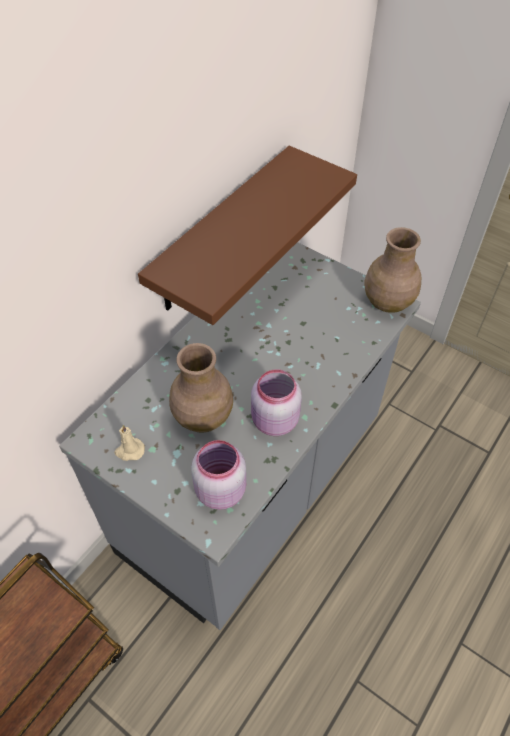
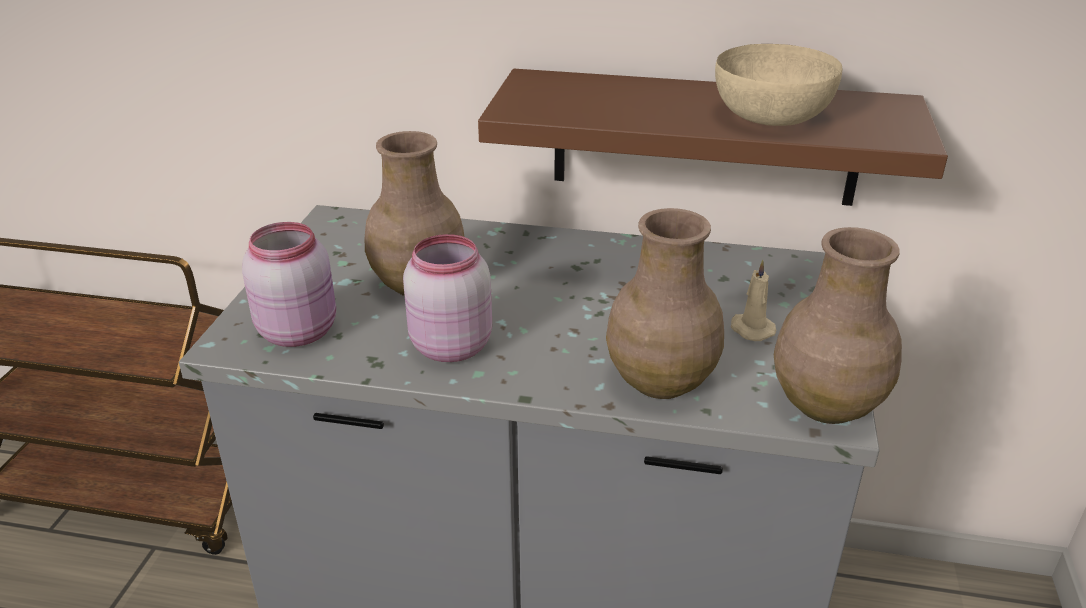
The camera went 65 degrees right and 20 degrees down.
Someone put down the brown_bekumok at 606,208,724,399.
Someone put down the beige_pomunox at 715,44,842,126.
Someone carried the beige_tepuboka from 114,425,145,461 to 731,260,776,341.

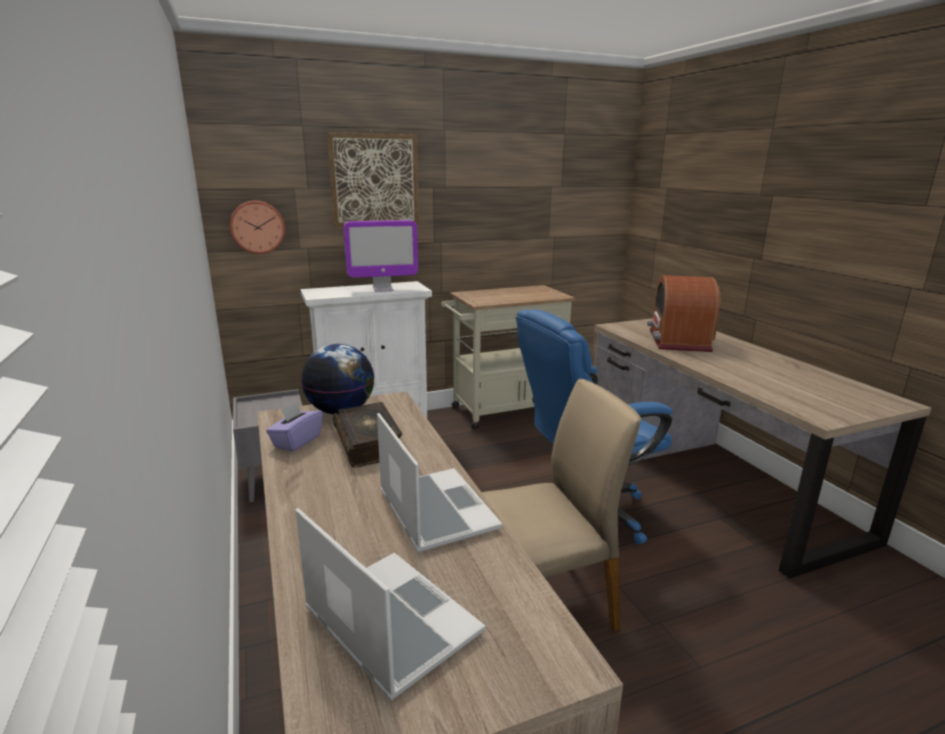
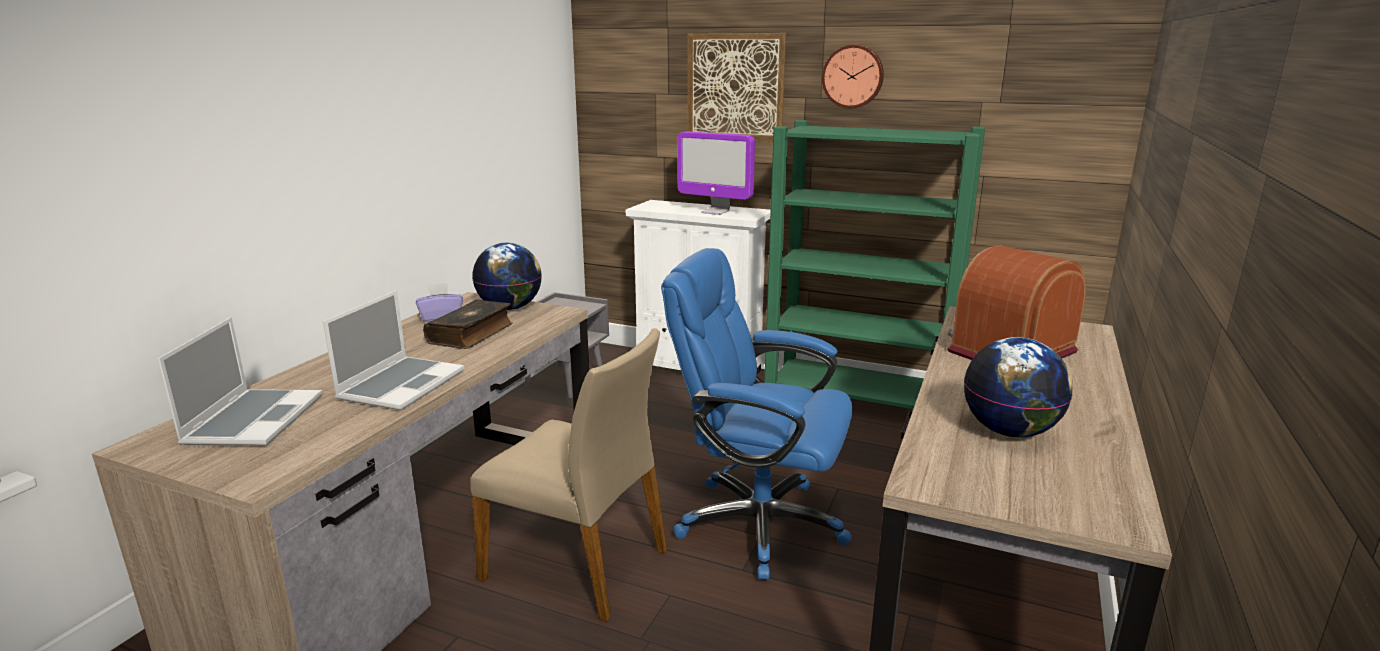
The camera went 45 degrees right and 0 degrees up.
Someone swapped the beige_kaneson at 441,285,575,430 for the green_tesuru at 764,120,985,409.
Someone carried the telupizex from 230,201,285,254 to 822,45,884,108.
Someone put down the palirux at 964,337,1073,437.

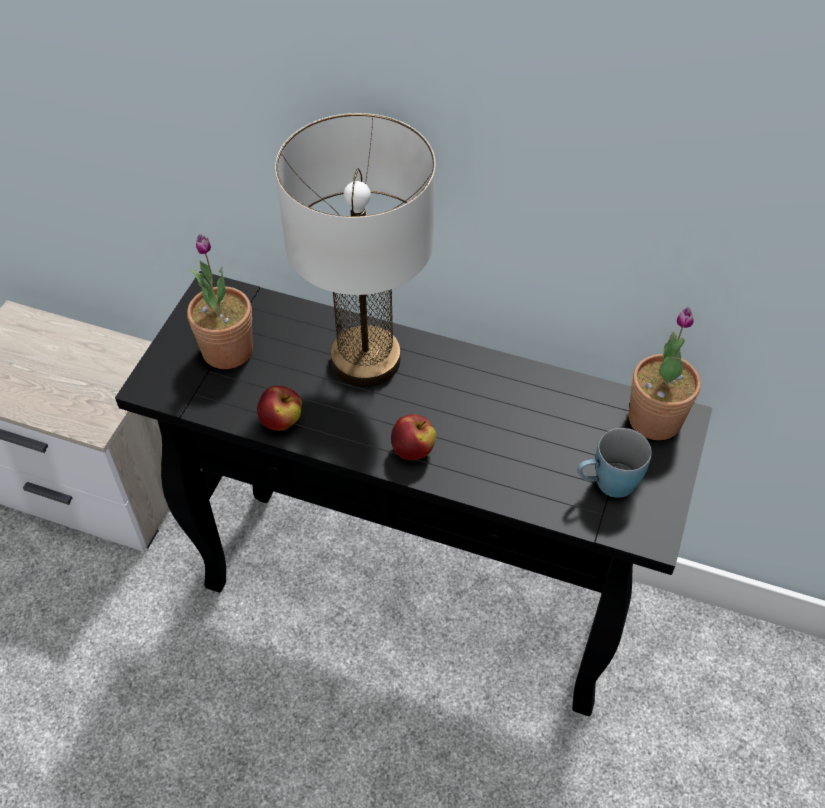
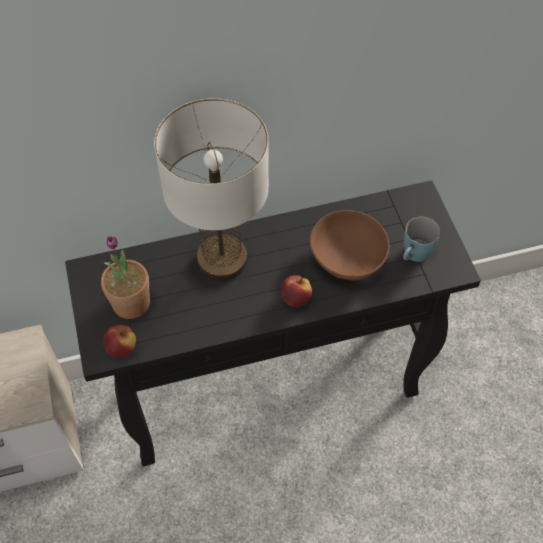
The camera went 35 degrees left and 5 degrees up.
Someone carried the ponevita from 257,386,302,431 to 103,325,136,358.
Someone put down the brown_pomunox at 310,210,389,281.
Someone took away the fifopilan at 628,307,701,440.

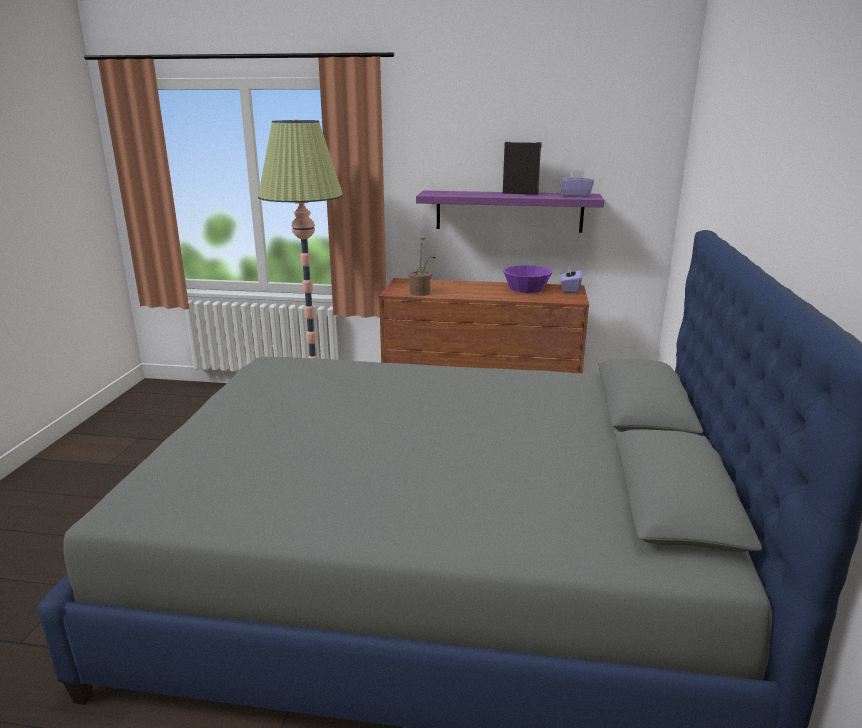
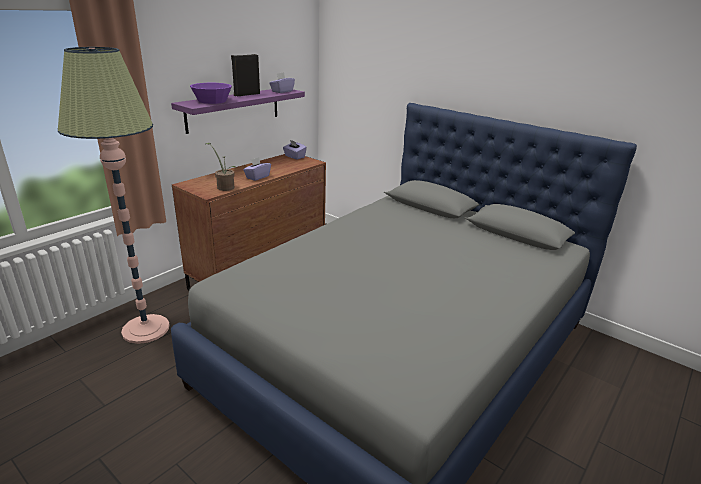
The camera went 60 degrees left and 5 degrees up.
Someone carried the purple_pomunox from 503,265,552,293 to 190,83,232,104.
Someone put down the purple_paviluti at 243,157,271,181.

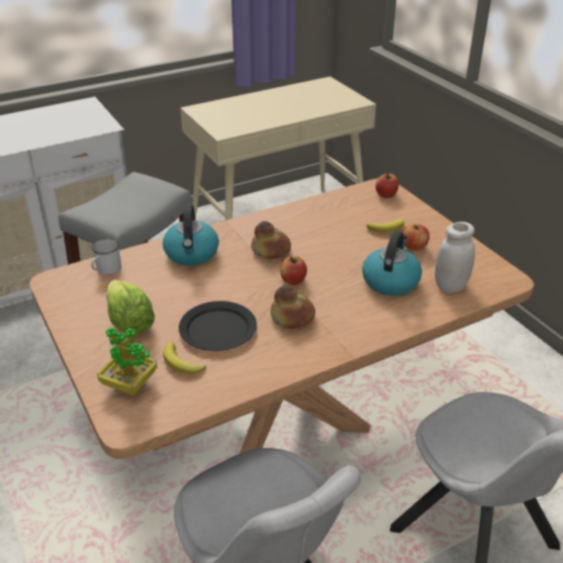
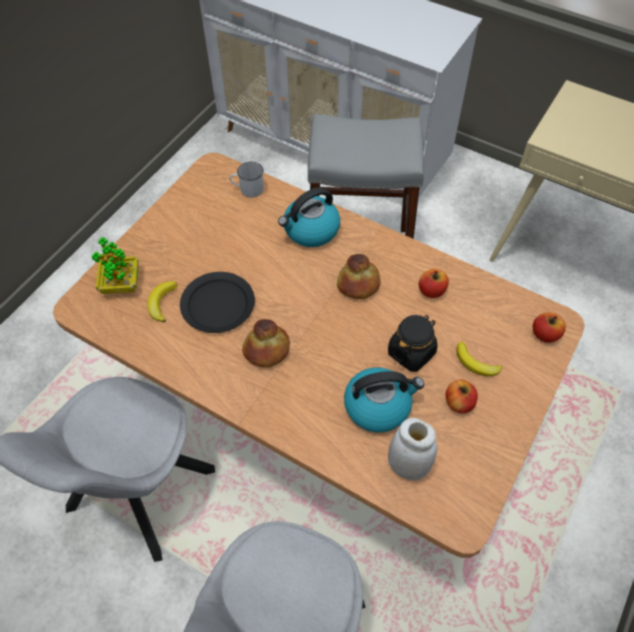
The camera went 60 degrees right and 20 degrees up.
Someone put down the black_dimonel at 388,315,438,372.
Someone carried the ponevita from 280,256,307,285 to 419,269,449,298.
Someone took away the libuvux at 106,280,155,334.

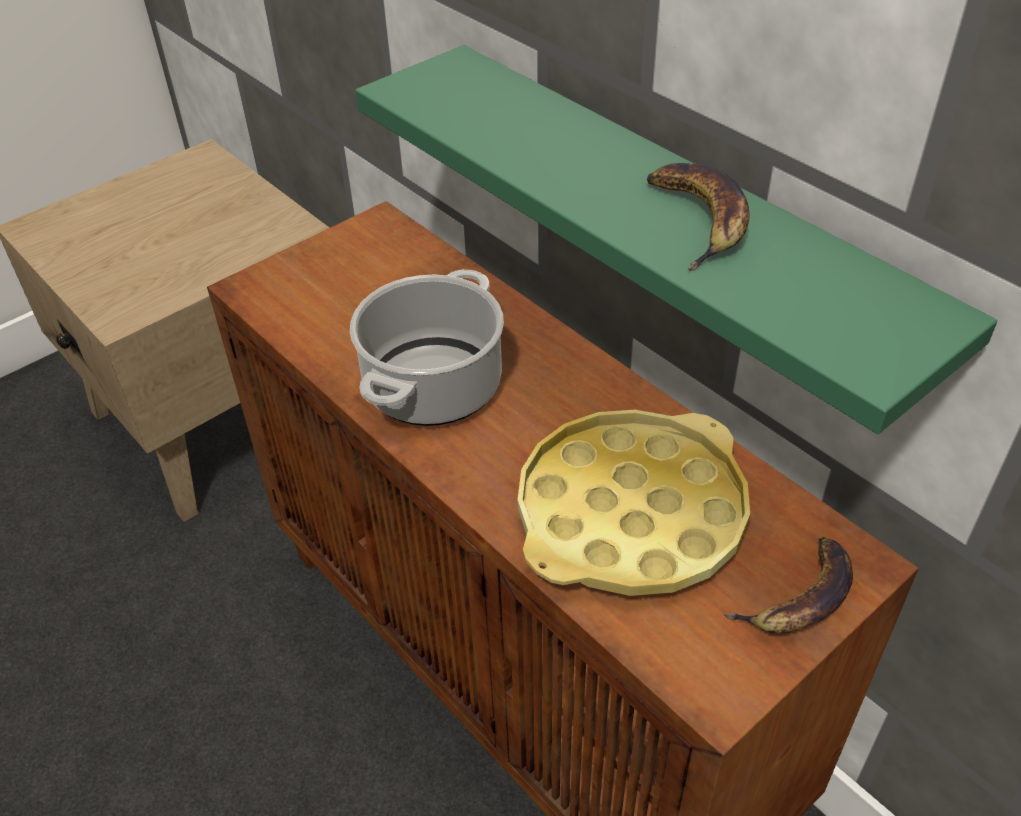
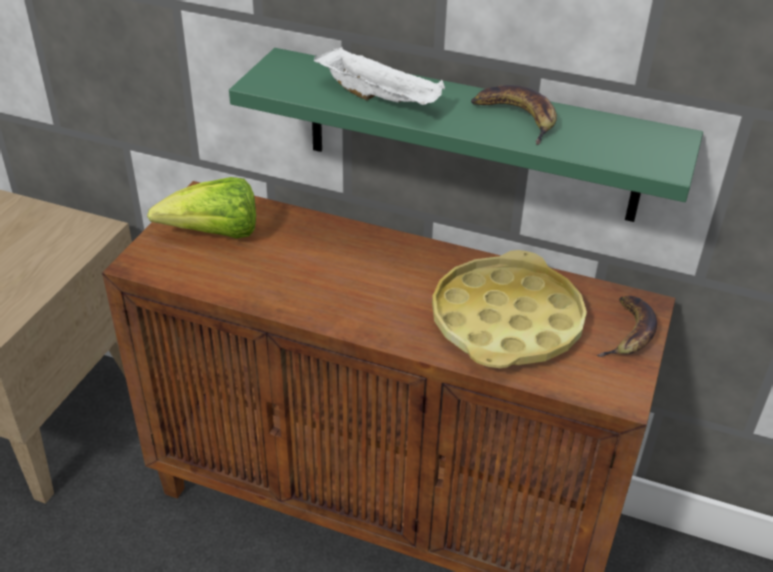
The camera went 30 degrees left and 5 degrees down.
Someone put down the libuvux at 147,177,256,239.
Someone put down the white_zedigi at 314,47,445,105.
Someone took away the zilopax at 350,269,504,426.

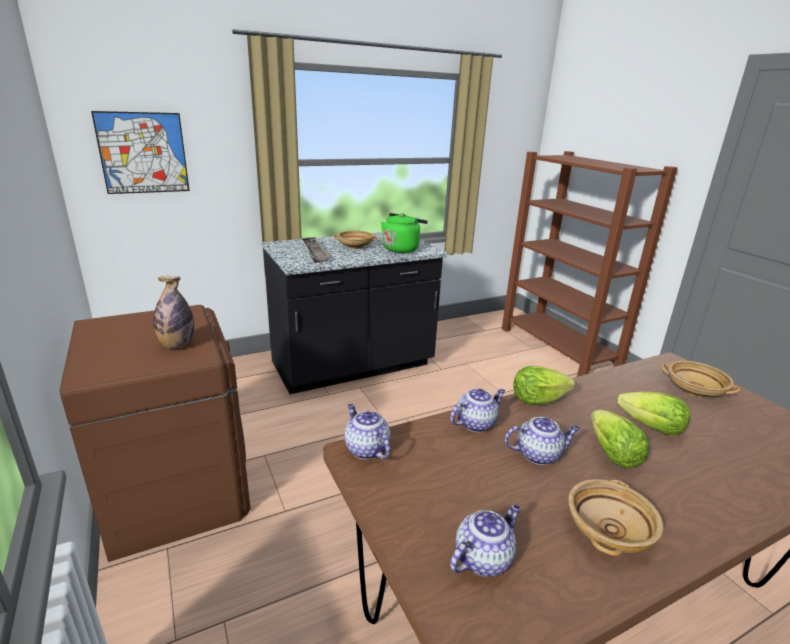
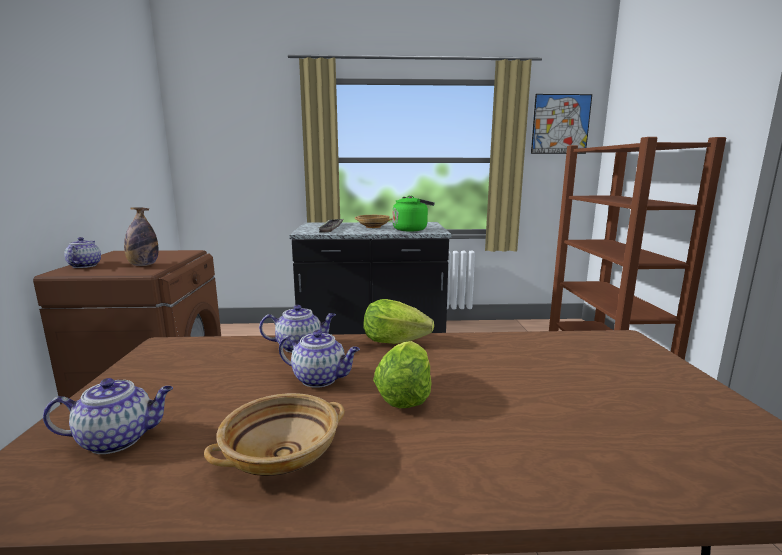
The camera went 25 degrees right and 10 degrees down.
Someone carried the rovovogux from 344,404,391,459 to 64,237,101,268.
Someone carried the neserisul from 91,111,190,194 to 531,94,592,154.
Someone took away the libuvux at 617,392,691,435.
Someone took away the beige_pomunox at 661,360,741,398.

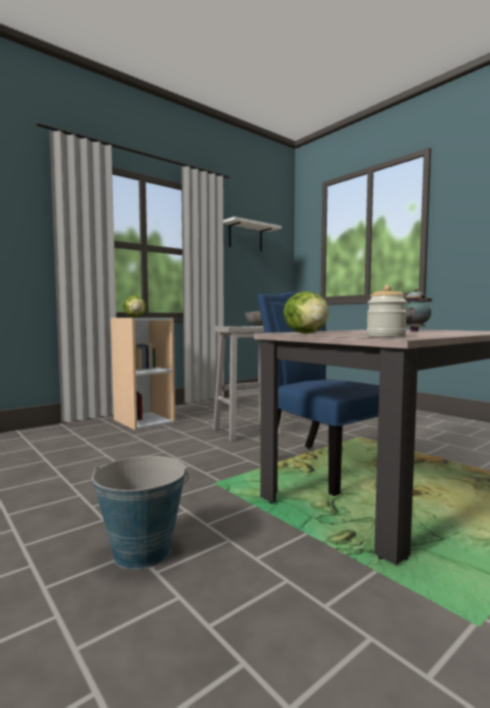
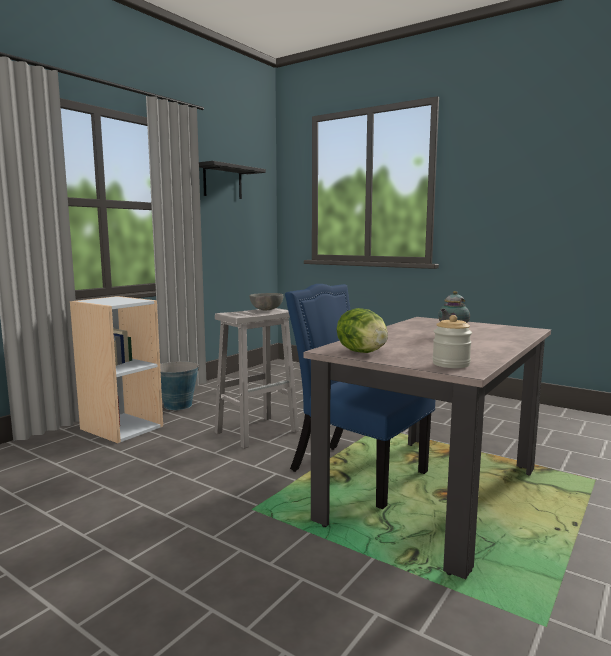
The camera went 15 degrees left and 5 degrees up.
Someone carried the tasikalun from 92,456,188,569 to 160,361,199,410.
Someone repainted the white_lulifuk at 223,217,281,251, which became the black_lulifuk at 199,161,266,199.
Someone took away the libuvux at 123,295,146,317.

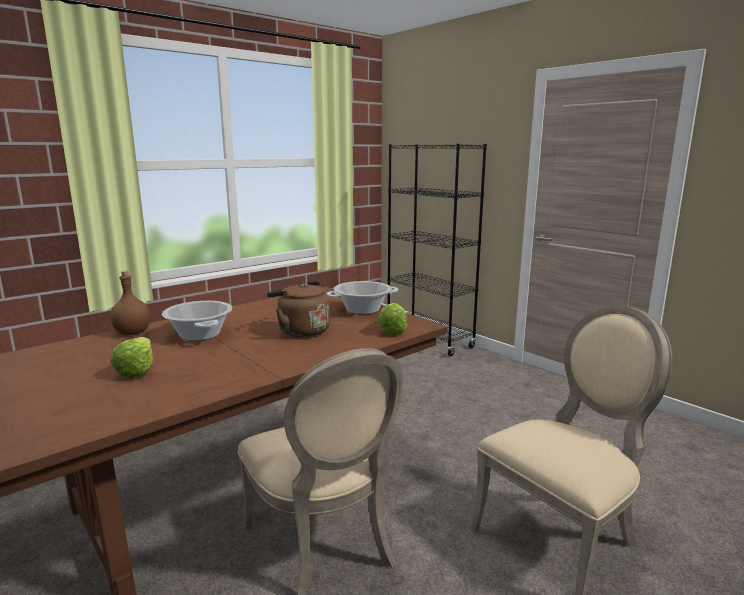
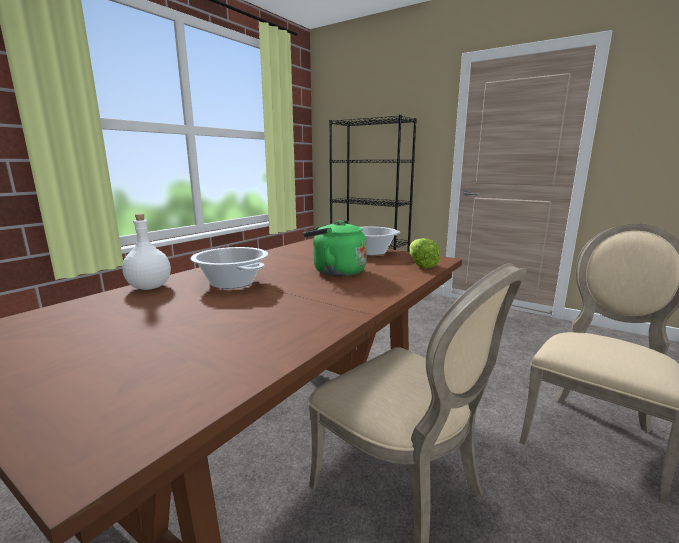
The camera went 15 degrees left and 0 degrees up.
Someone repainted the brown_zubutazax at 110,271,151,335, which became the white_zubutazax at 122,214,171,290.
Someone repainted the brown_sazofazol at 267,281,330,337, which became the green_sazofazol at 303,221,367,276.
Someone took away the libuvux at 110,337,153,378.

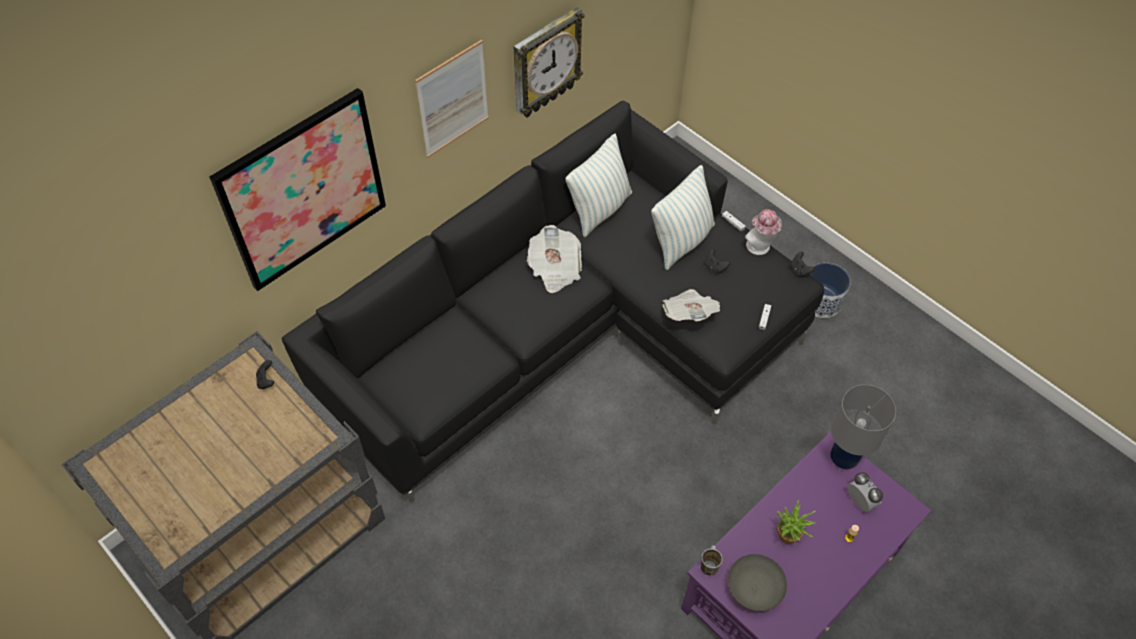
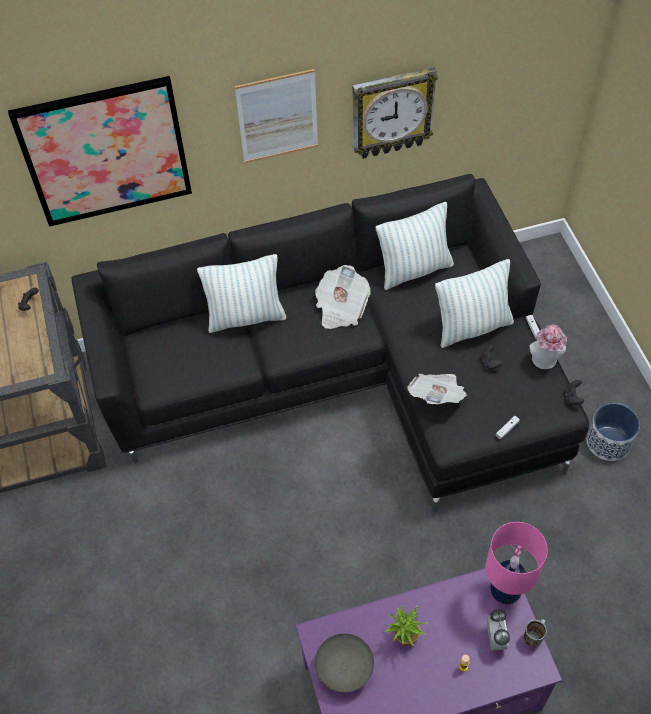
The camera went 30 degrees right and 0 degrees up.
Someone put down the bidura at 197,254,287,333.
Someone repainted the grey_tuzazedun at 830,385,896,470, which became the pink_tuzazedun at 485,522,548,604.
Someone carried the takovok from 701,545,723,576 to 524,619,547,647.

